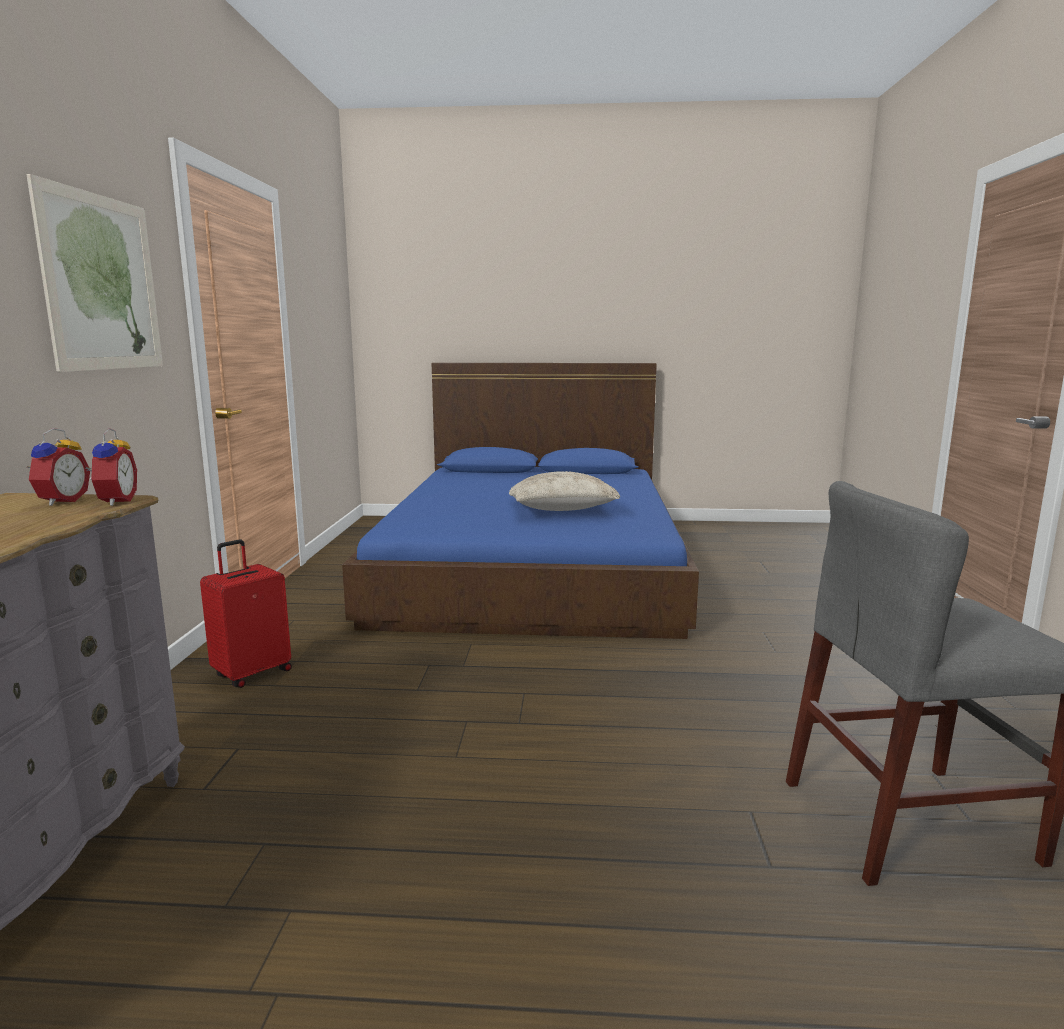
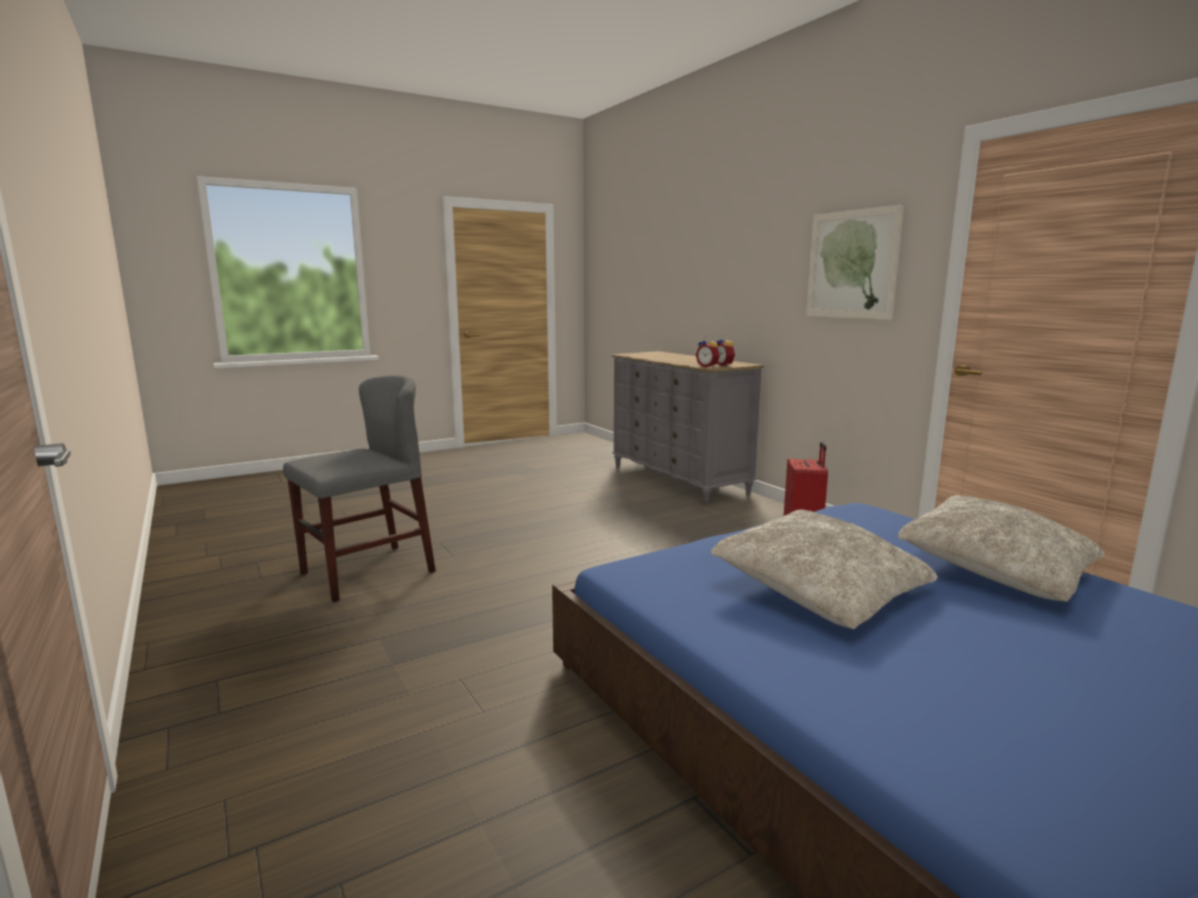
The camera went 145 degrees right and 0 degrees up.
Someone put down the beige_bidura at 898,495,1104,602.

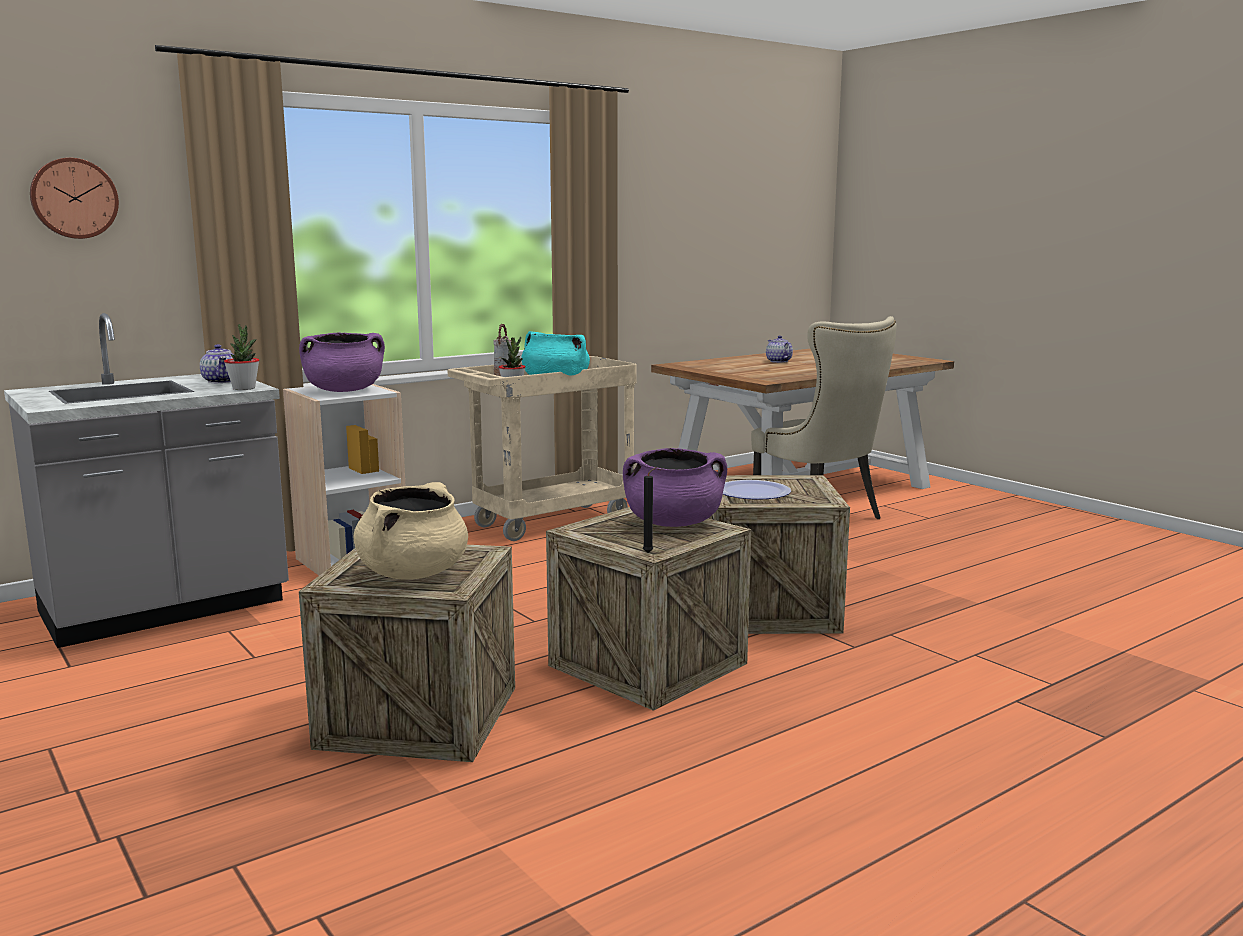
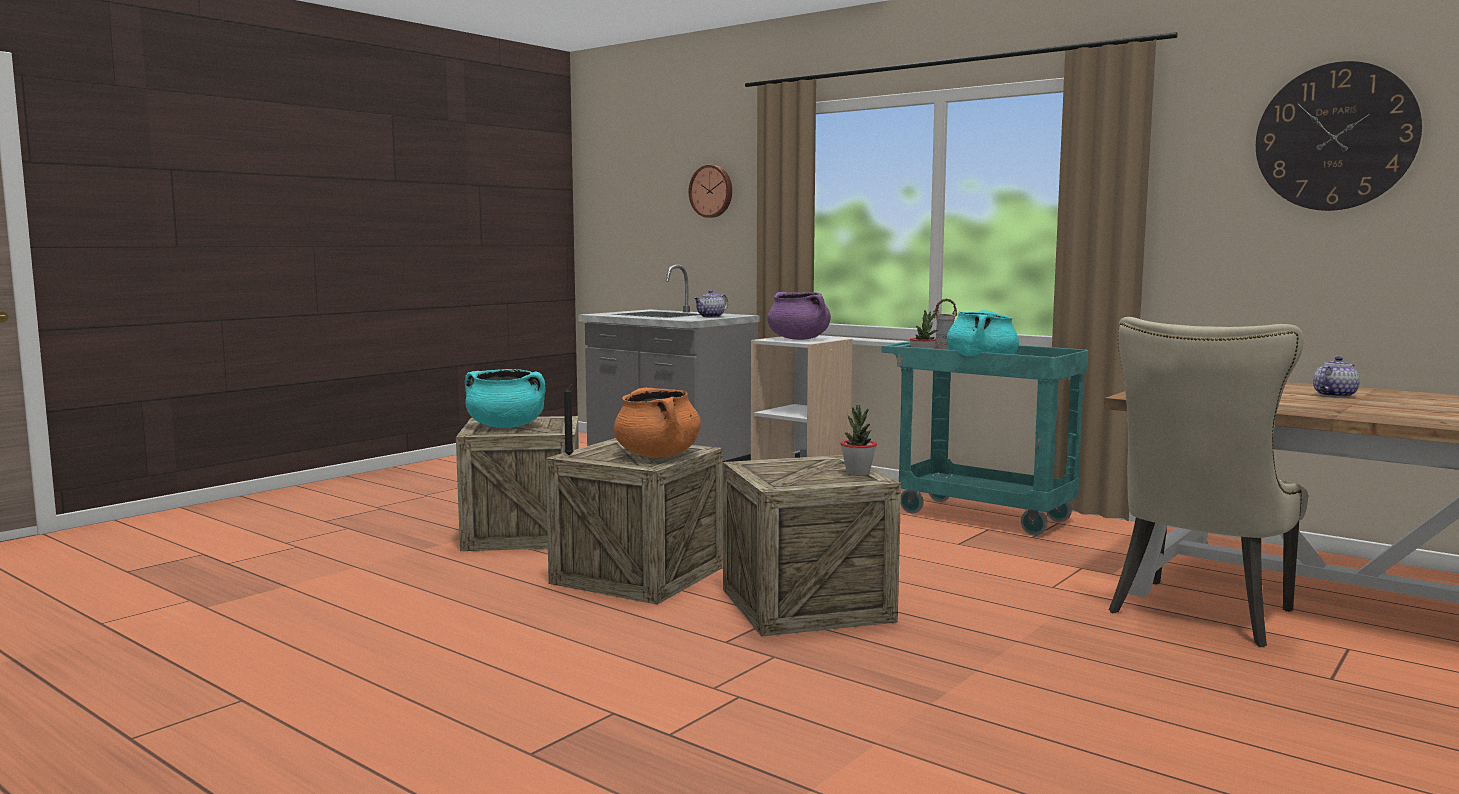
The camera went 75 degrees right and 5 degrees down.
Someone repainted the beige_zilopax at 354,482,468,579, which became the turquoise_zilopax at 465,369,545,428.
Someone repainted the purple_zilopax at 623,448,727,527, which became the orange_zilopax at 614,388,701,458.
Someone carried the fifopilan from 224,324,259,390 to 841,405,877,476.
Someone repainted the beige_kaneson at 448,356,637,541, which became the turquoise_kaneson at 881,341,1088,535.
Someone put up the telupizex at 1256,61,1422,211.
Someone took away the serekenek at 723,480,791,500.

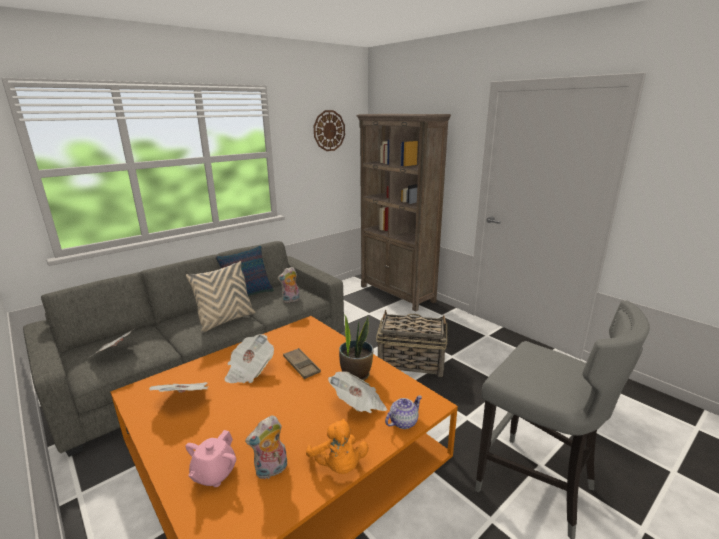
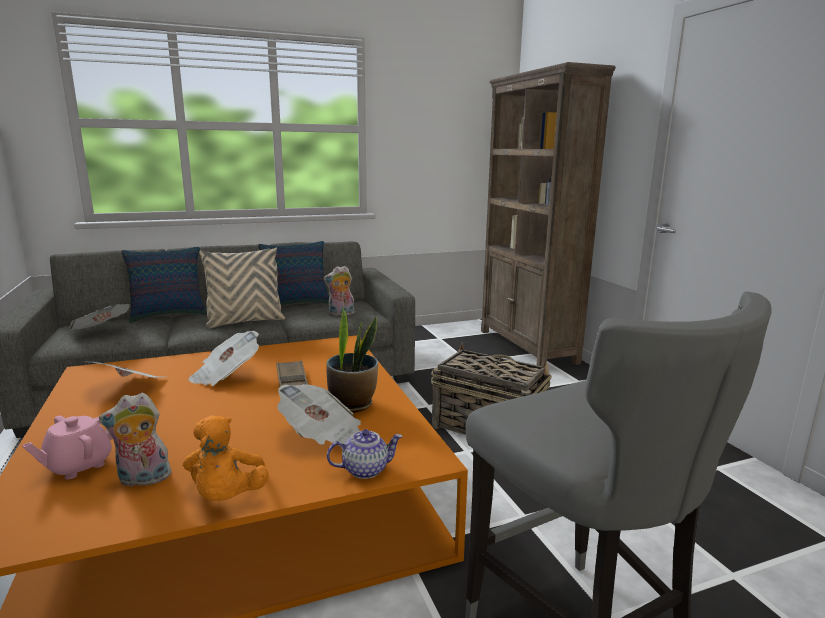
The camera went 20 degrees right and 5 degrees down.
Someone put down the blue_bidura at 121,247,207,323.
Someone took away the telupizex at 314,110,345,151.

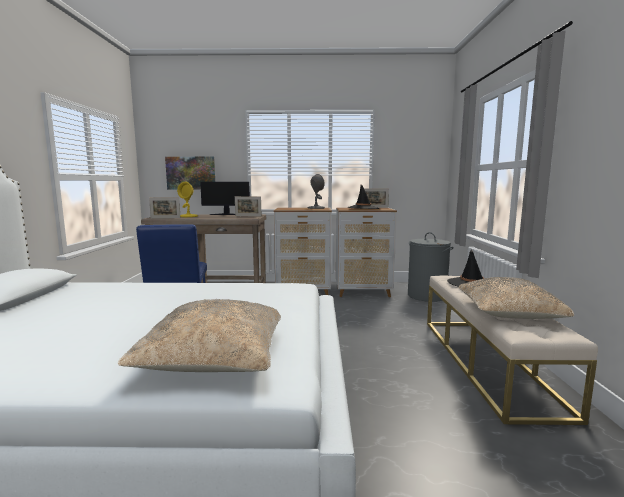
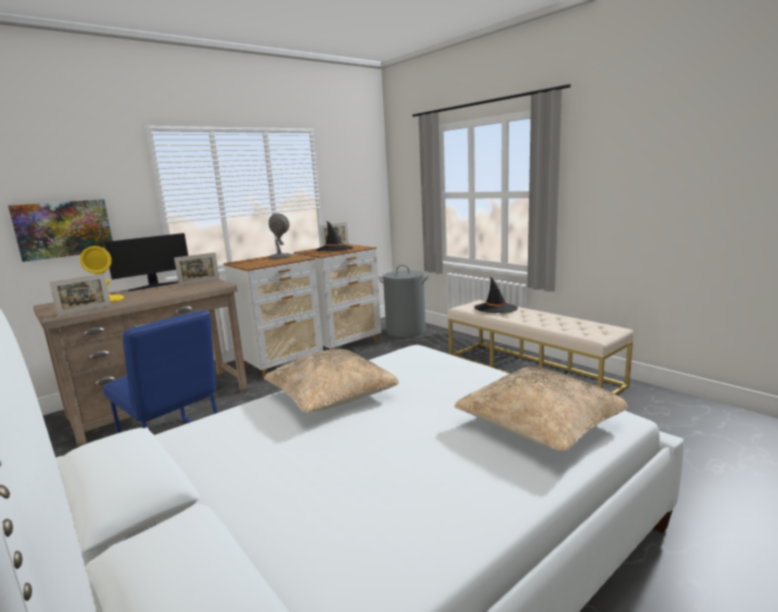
The camera went 40 degrees left and 5 degrees up.
Someone carried the beige_bidura from 458,277,574,319 to 264,349,399,412.

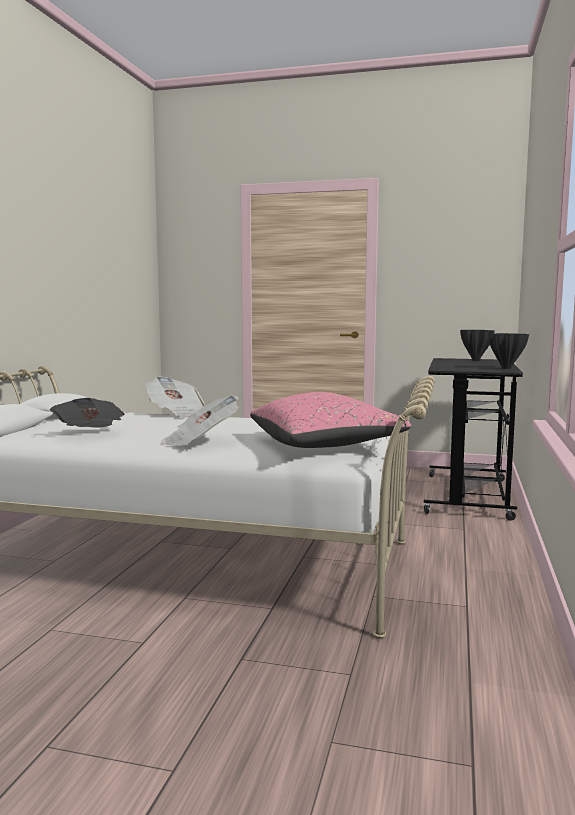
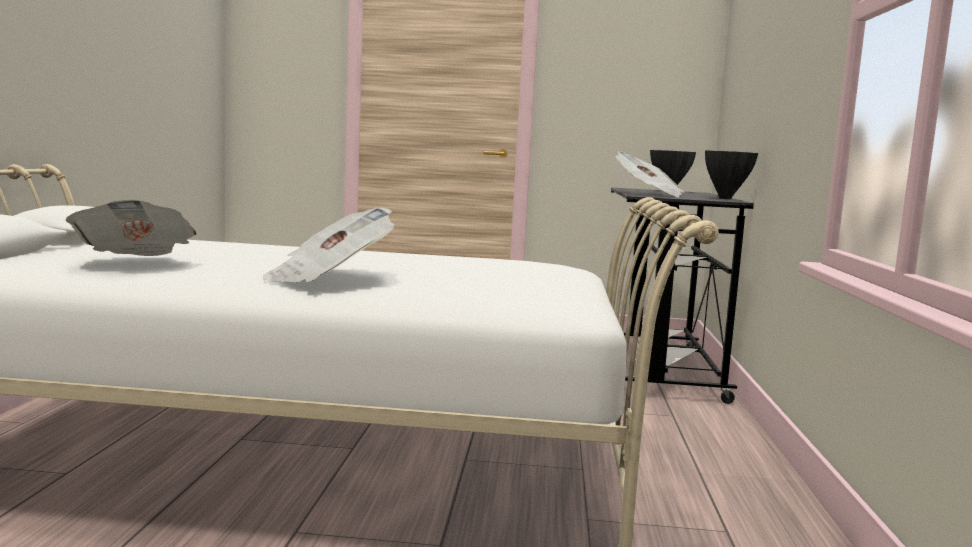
The camera went 10 degrees left and 0 degrees up.
Someone carried the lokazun from 146,376,205,418 to 616,151,684,198.
Someone took away the pink_bidura at 250,392,412,448.

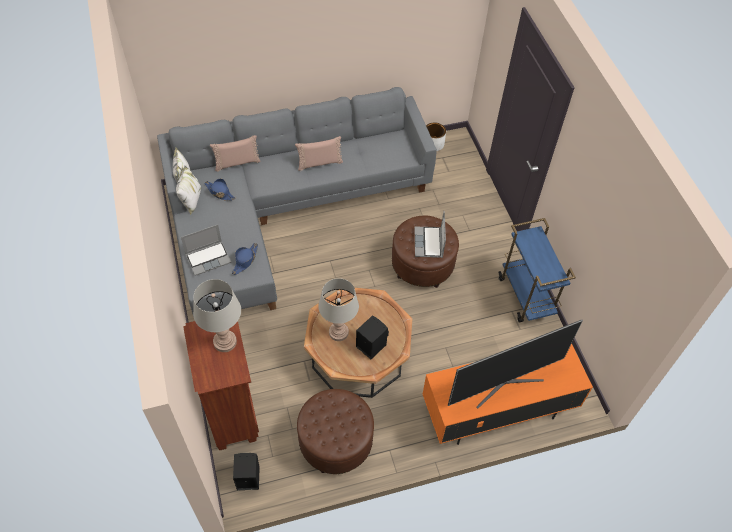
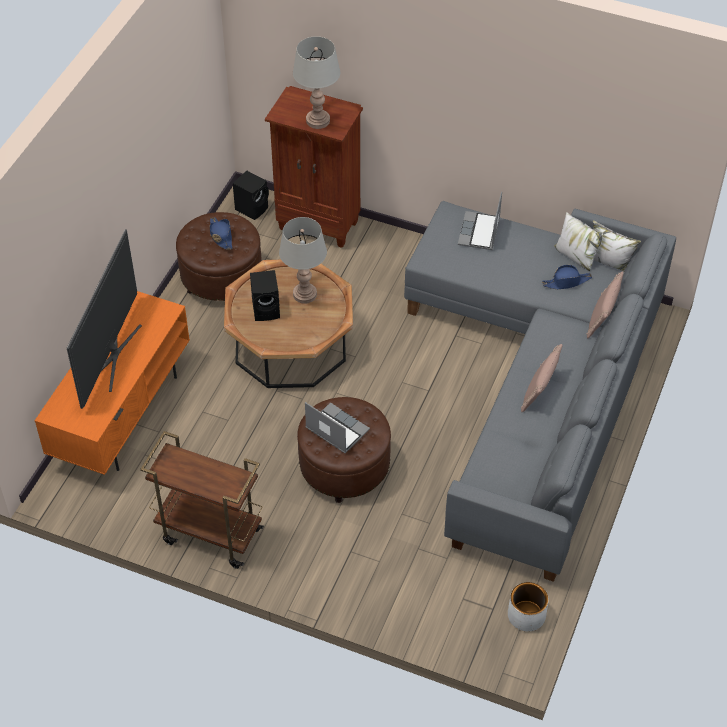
The camera went 130 degrees right and 5 degrees down.
Someone repainted the blue_kaneson at 498,218,576,323, which became the brown_kaneson at 140,431,264,569.
Someone carried the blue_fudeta from 232,243,258,275 to 210,217,233,250.

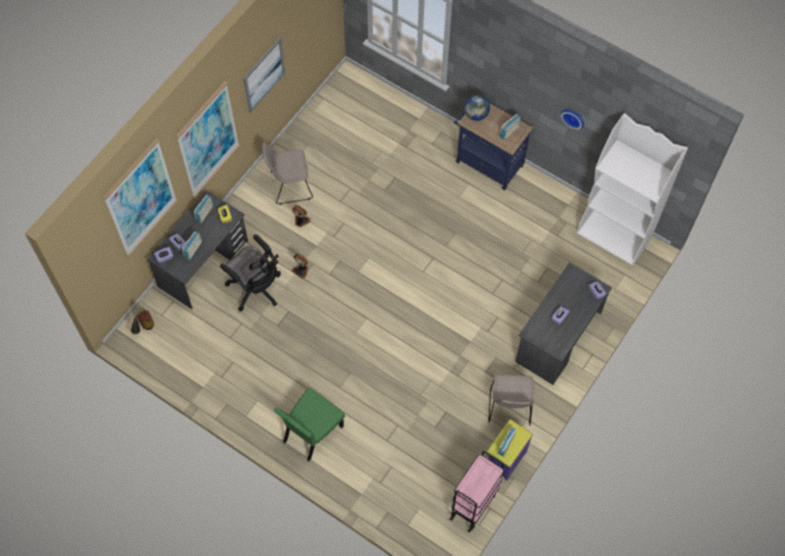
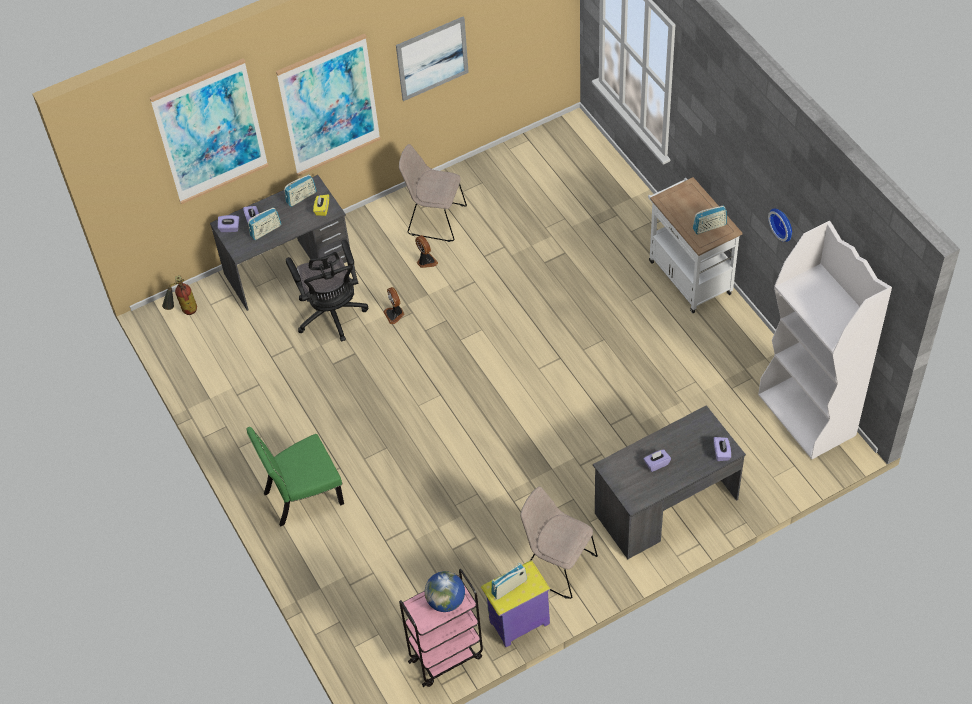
The camera went 30 degrees right and 10 degrees down.
Someone carried the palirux from 464,95,490,121 to 425,571,465,612.
Someone rotated the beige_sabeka at 488,374,534,426 by 90 degrees clockwise.
Someone repainted the blue_kaneson at 454,103,533,190, which became the white_kaneson at 648,177,743,314.

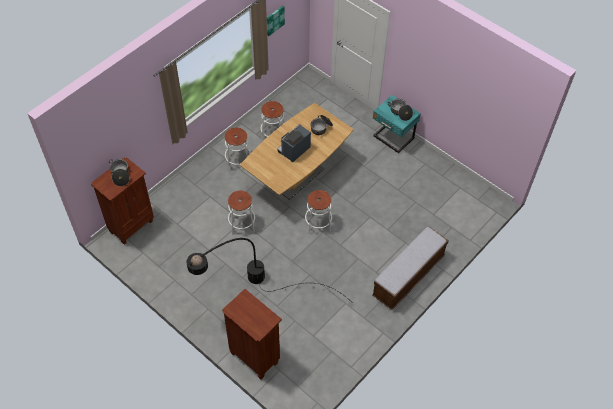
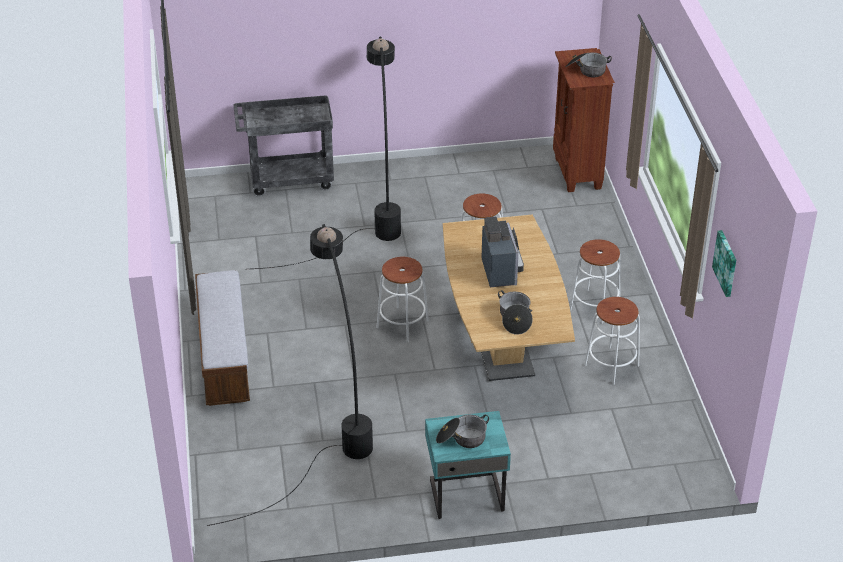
The camera went 130 degrees right and 15 degrees down.
Someone put down the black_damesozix at 207,224,373,526.
Someone swapped the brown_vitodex at 222,289,282,379 for the grey_kaneson at 234,96,334,197.

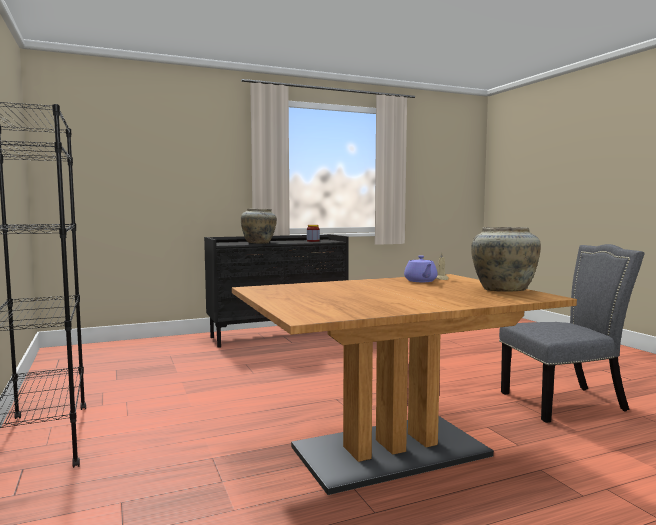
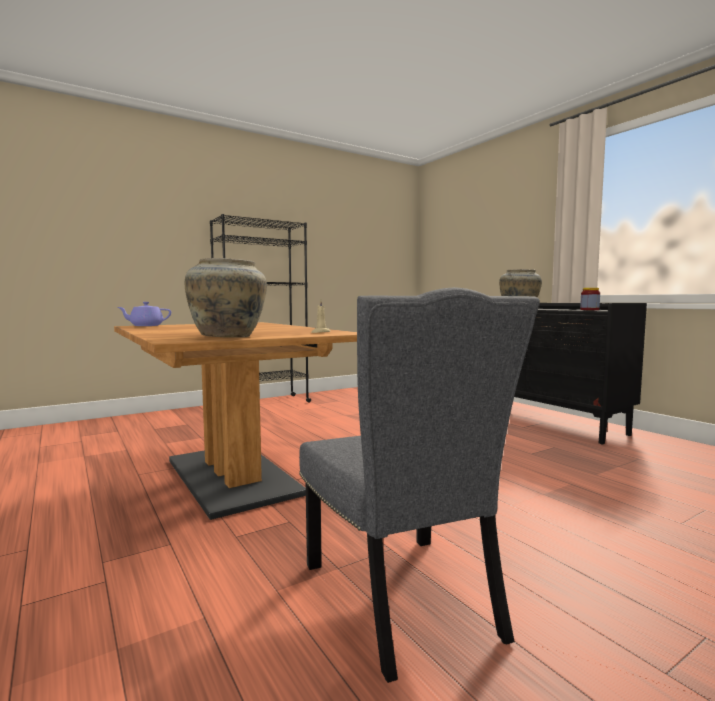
The camera went 80 degrees right and 0 degrees up.
Someone carried the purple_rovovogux from 404,255,438,282 to 118,302,171,326.

